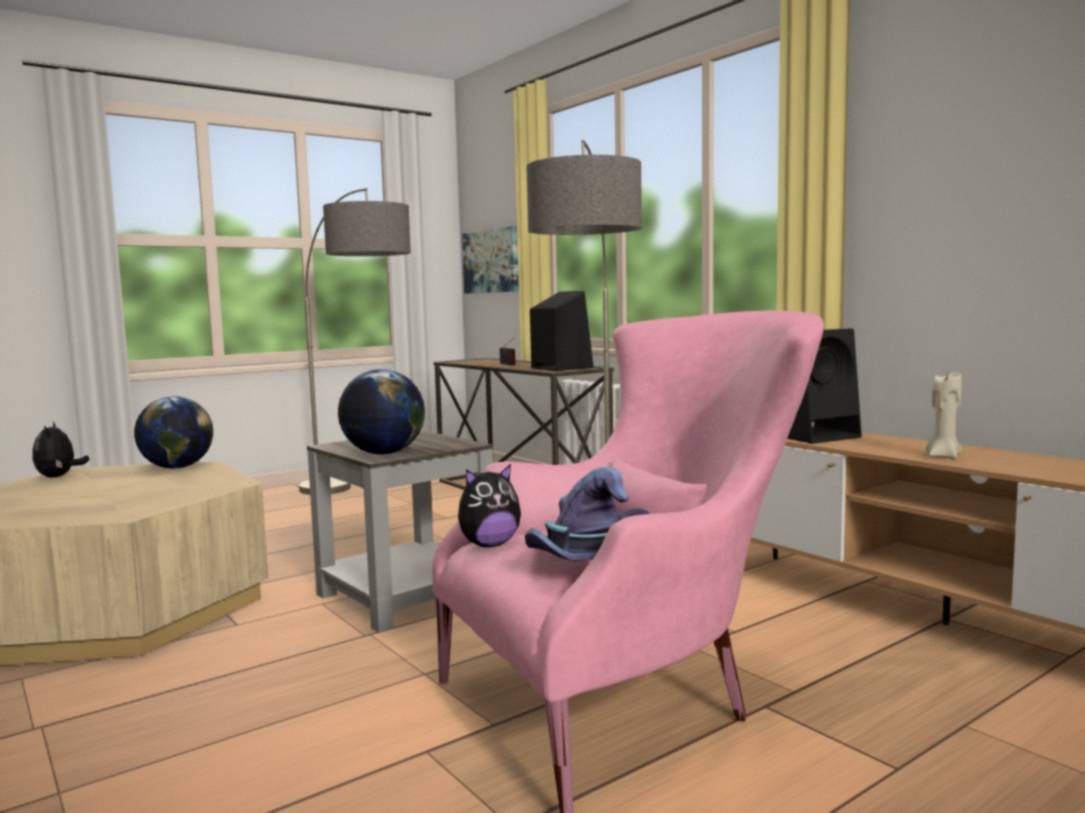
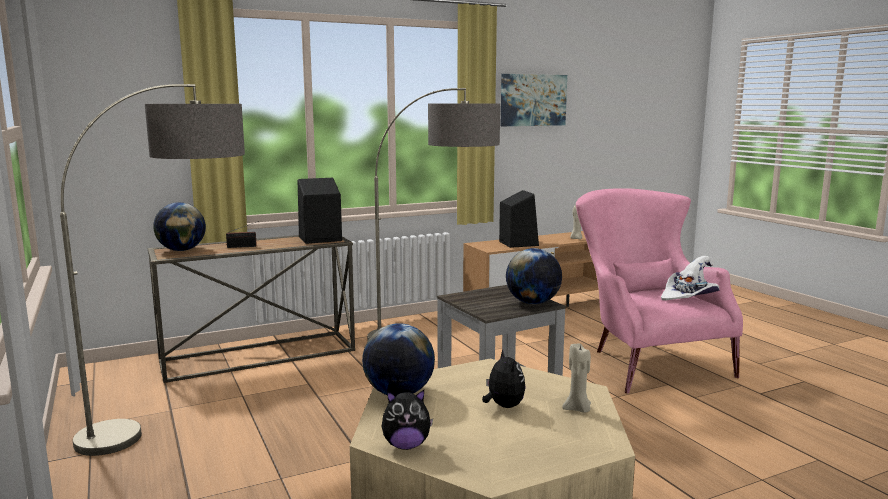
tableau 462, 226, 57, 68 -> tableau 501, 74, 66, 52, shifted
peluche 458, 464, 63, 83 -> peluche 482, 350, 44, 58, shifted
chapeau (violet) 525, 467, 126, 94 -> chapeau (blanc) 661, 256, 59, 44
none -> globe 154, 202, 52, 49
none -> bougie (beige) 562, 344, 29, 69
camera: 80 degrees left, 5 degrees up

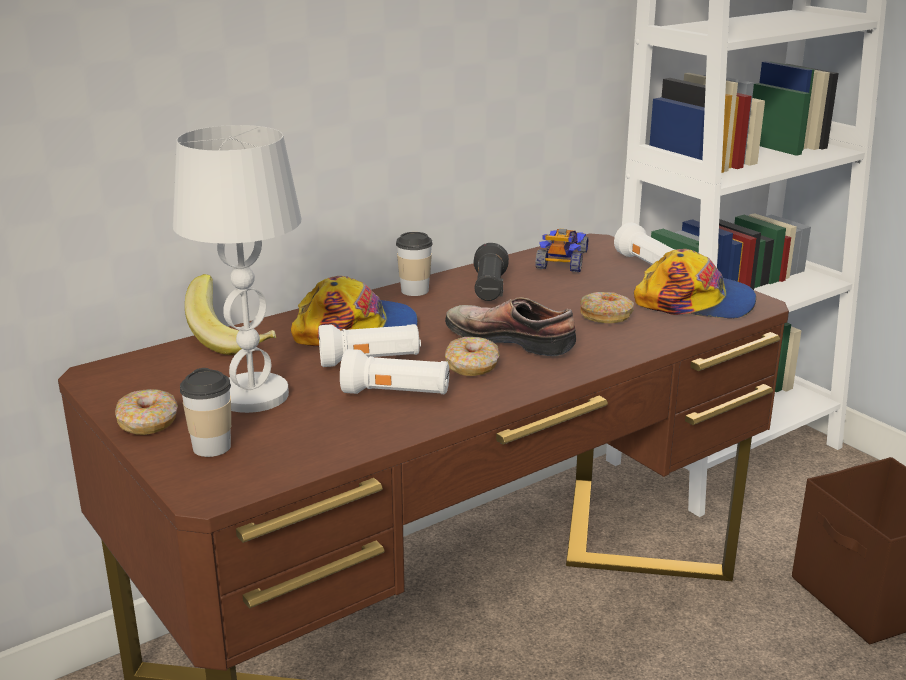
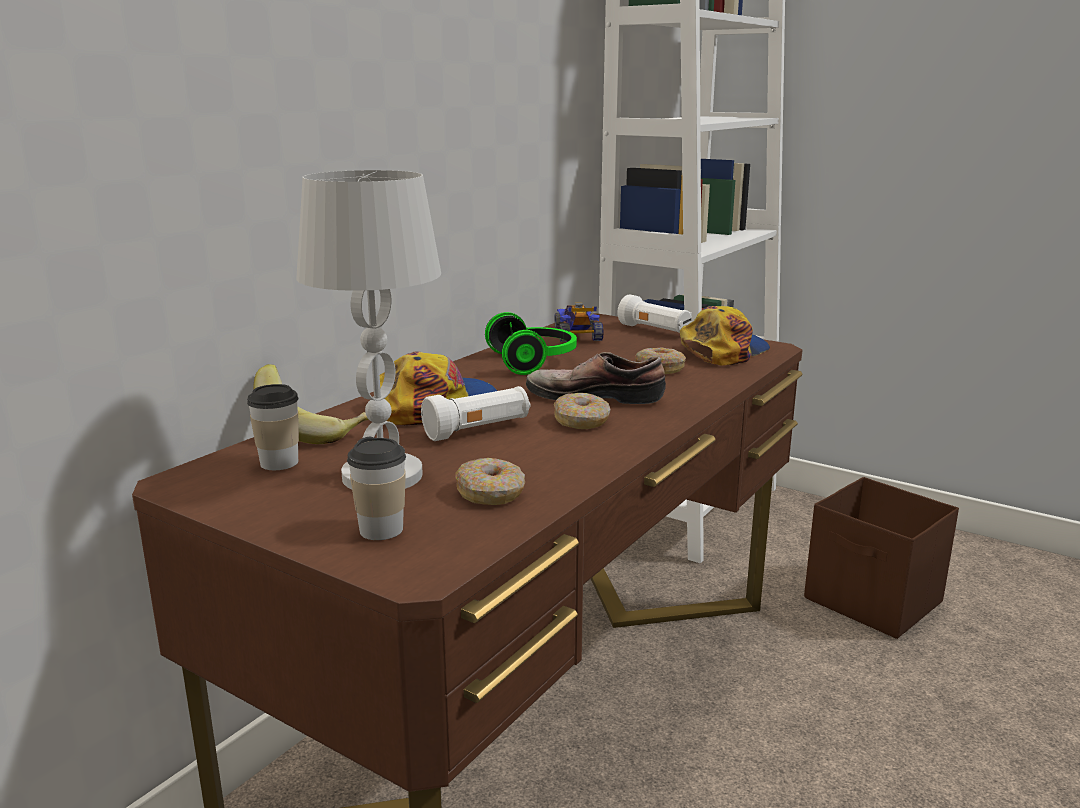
tasse 396, 232, 37, 64 -> tasse 247, 384, 52, 86, shifted
lampe de poche (noir) 474, 243, 35, 58 -> casque audio 485, 312, 92, 63
casquette 634, 249, 122, 70 -> casquette 680, 306, 90, 60, 45 degrees counterclockwise
lampe de poche (blanc) 340, 349, 109, 45 -> none
beignet 115, 389, 63, 46 -> beignet 455, 458, 70, 47, shifted
camera: 20 degrees left, 5 degrees down

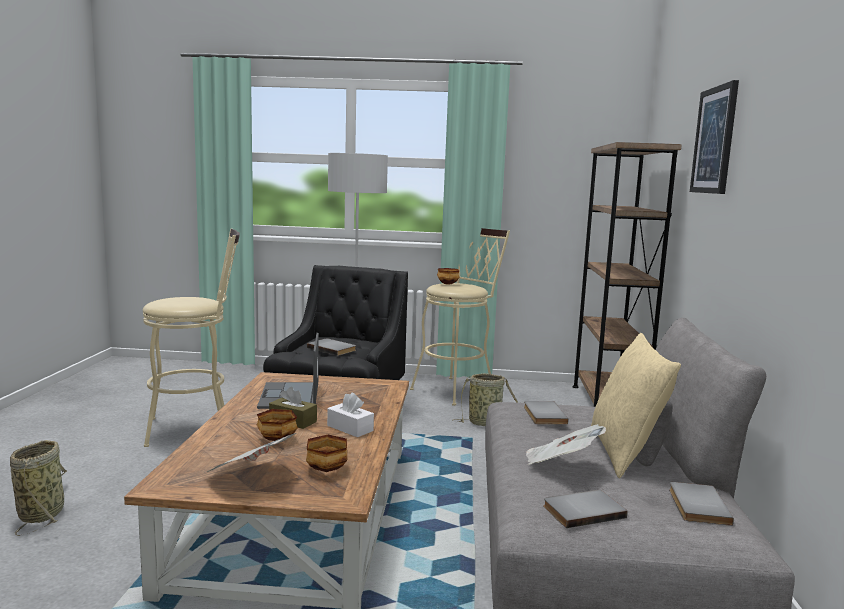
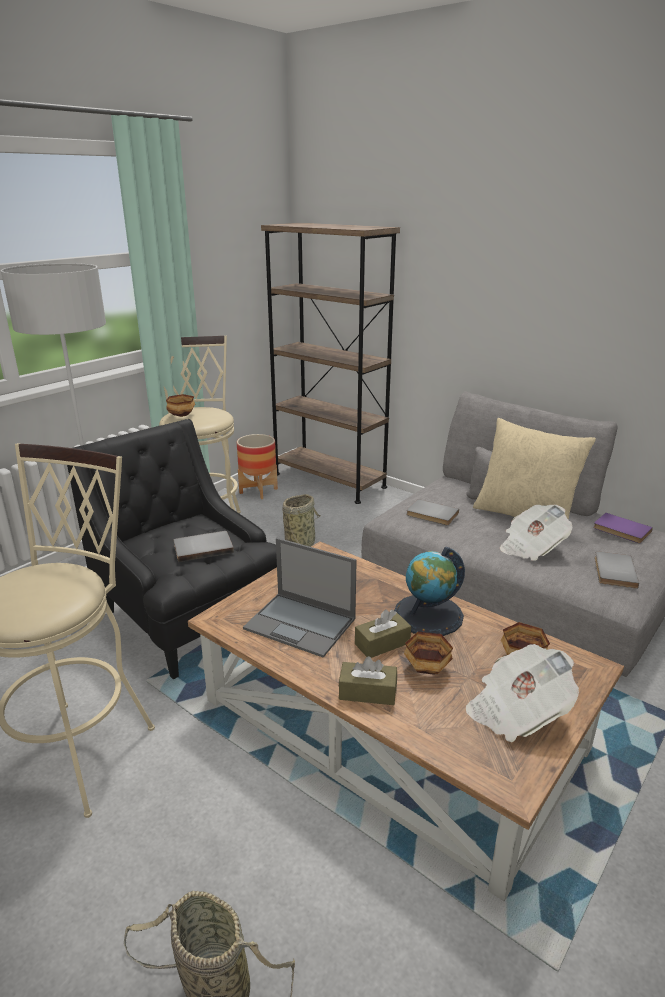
tableau 690, 80, 49, 114 -> none
boîte à mouchoirs (blanc) 327, 392, 47, 45 -> globe 394, 547, 71, 89
livre (gris) 669, 482, 65, 44 -> livre (violet) 593, 513, 60, 30
none -> cache-pot 237, 434, 41, 65
none -> boîte à mouchoirs (marron) 338, 656, 59, 49
camera: 55 degrees left, 15 degrees up

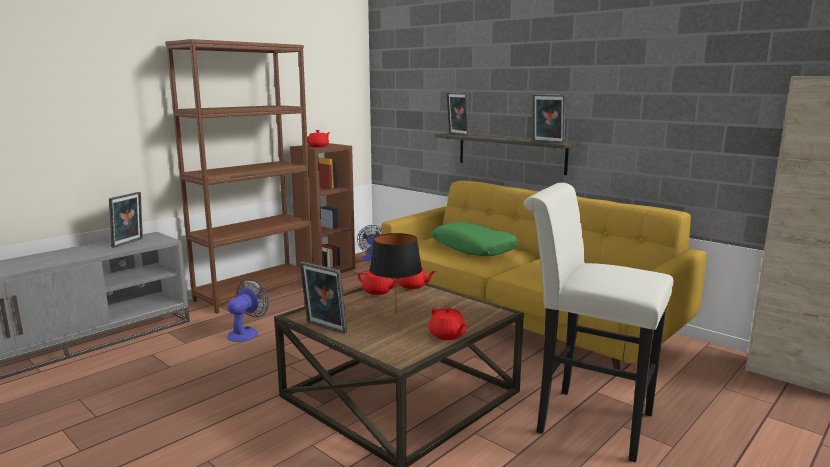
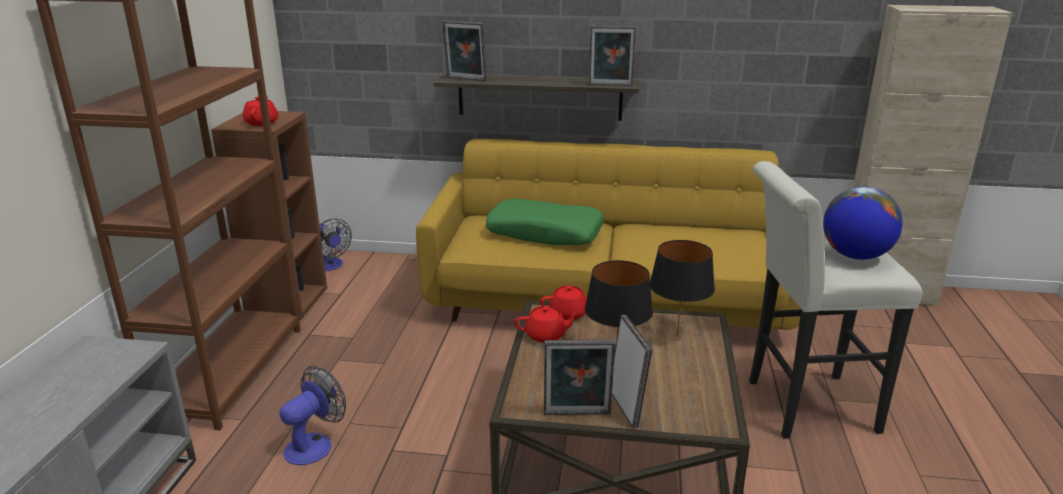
cadre photo 109, 192, 34, 56 -> cadre photo 612, 315, 41, 113, shifted
ventilateur 227, 279, 42, 63 -> ventilateur 279, 366, 67, 99, 45 degrees clockwise
théière (rouge) 429, 307, 37, 33 -> none
none -> globe 823, 187, 80, 73
none -> lampe de table (noir) 650, 240, 65, 97
camera: 35 degrees left, 10 degrees up

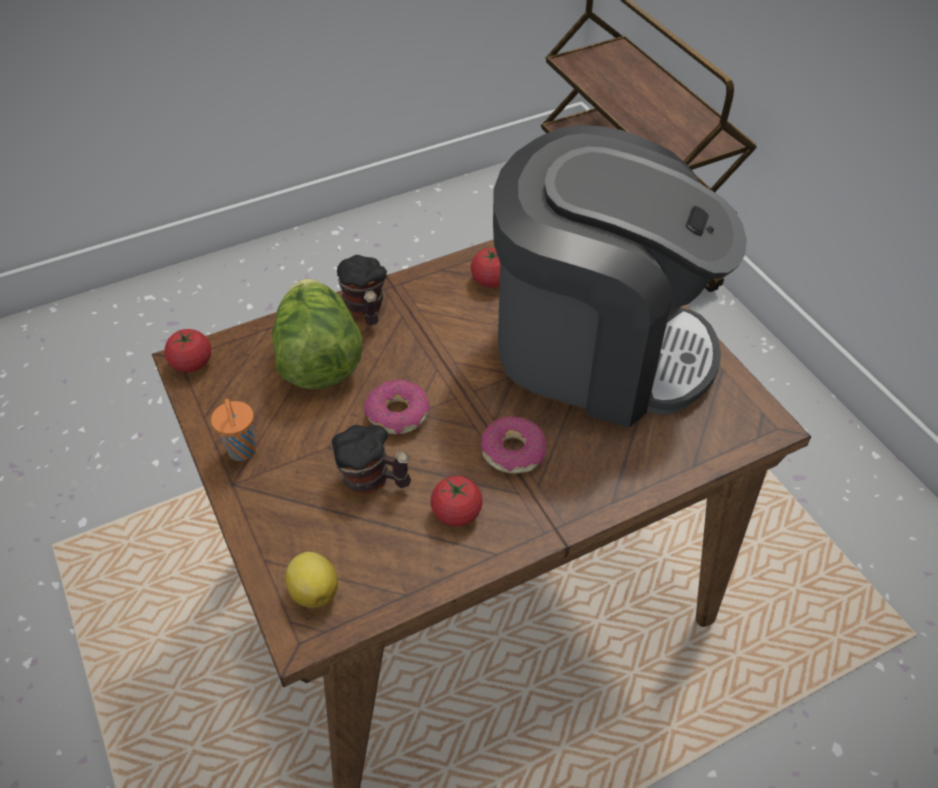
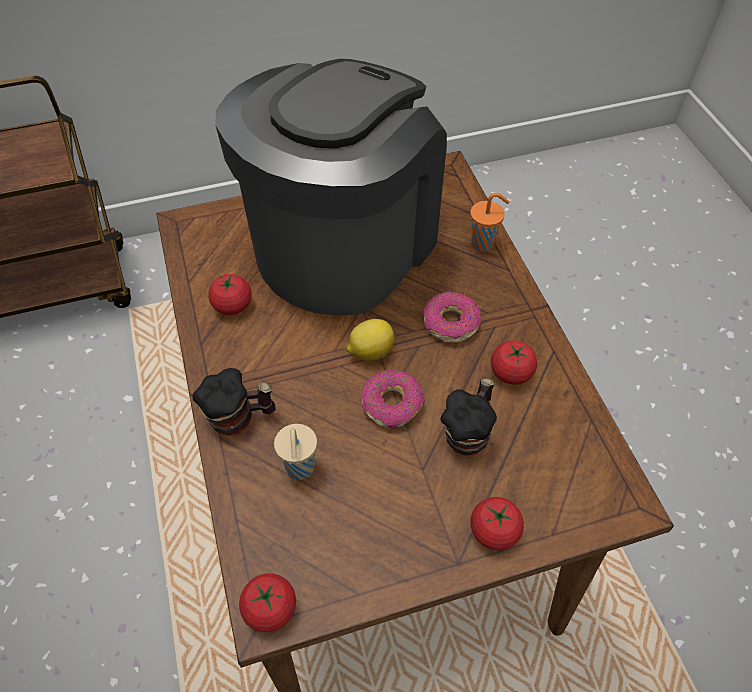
laitue 272, 279, 91, 110 -> tasse (beige) 274, 424, 43, 56
tasse (orange) 211, 399, 45, 62 -> tasse (orange) 470, 193, 40, 59, shifted
citron 285, 552, 53, 56 -> citron 347, 319, 48, 42, shifted
none -> tomate 470, 497, 54, 53
camera: 80 degrees left, 5 degrees up

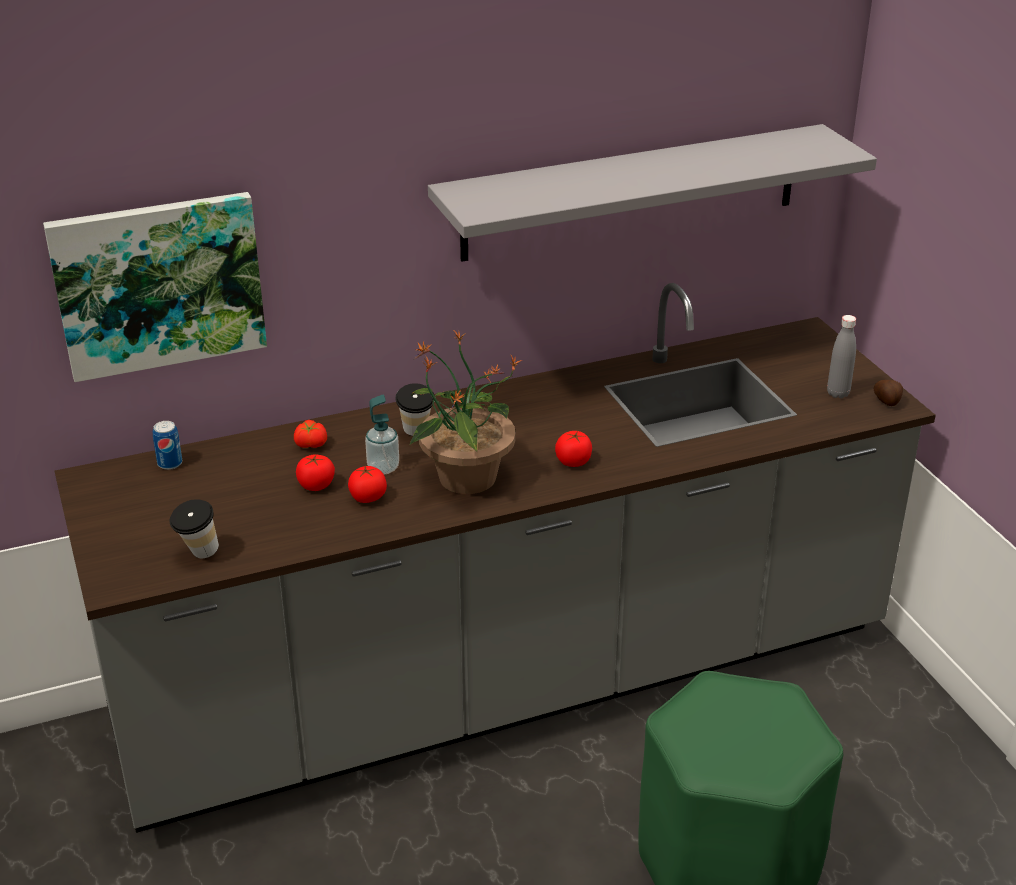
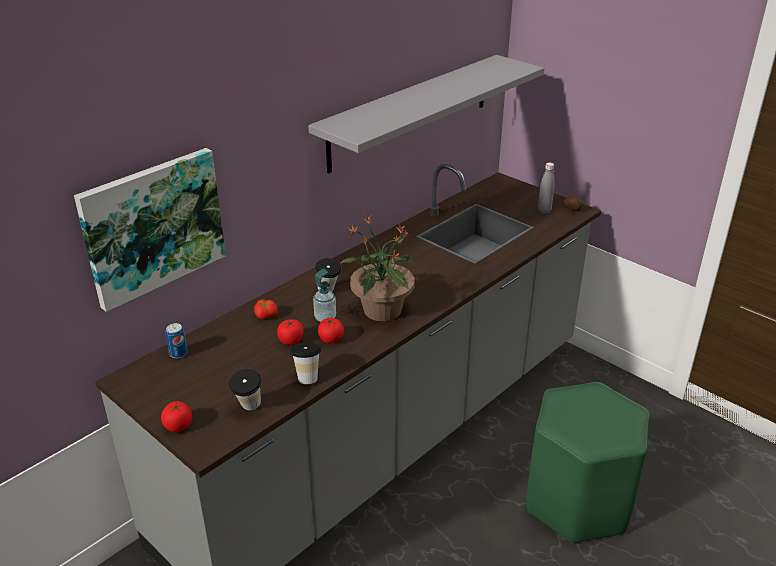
tomate 555, 431, 37, 36 -> tomate 161, 401, 31, 31, shifted
none -> tasse 290, 342, 31, 42
camera: 25 degrees left, 0 degrees up

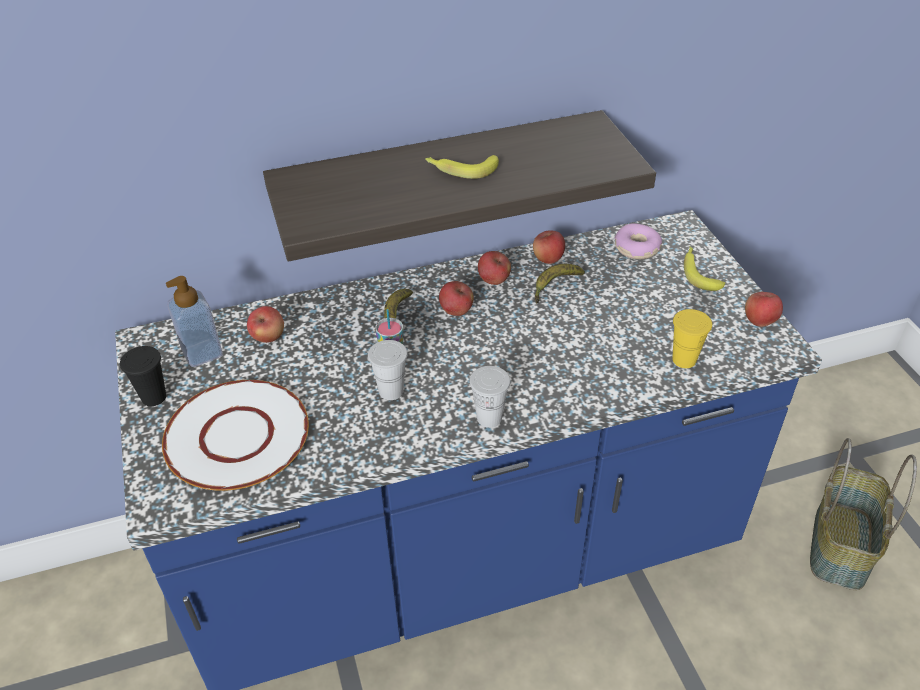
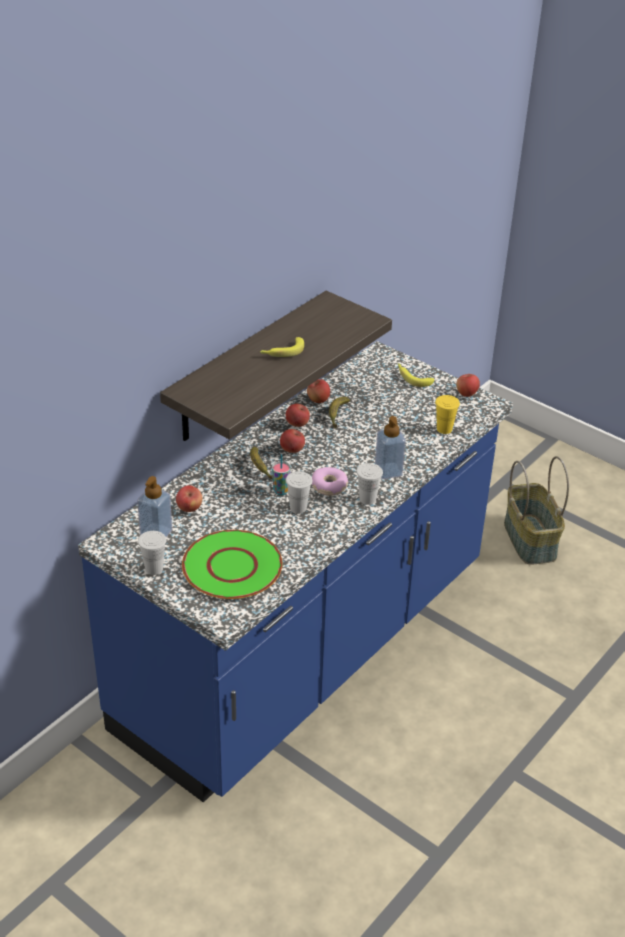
beignet 614, 223, 48, 36 -> beignet 312, 467, 36, 29, shifted
tasse (noir) 120, 346, 46, 60 -> tasse (blanc) 138, 531, 29, 44
assiette (blanc) 162, 380, 147, 111 -> assiette (vert) 182, 530, 100, 69
none -> distributeur de savon 375, 416, 31, 63
camera: 35 degrees left, 5 degrees down

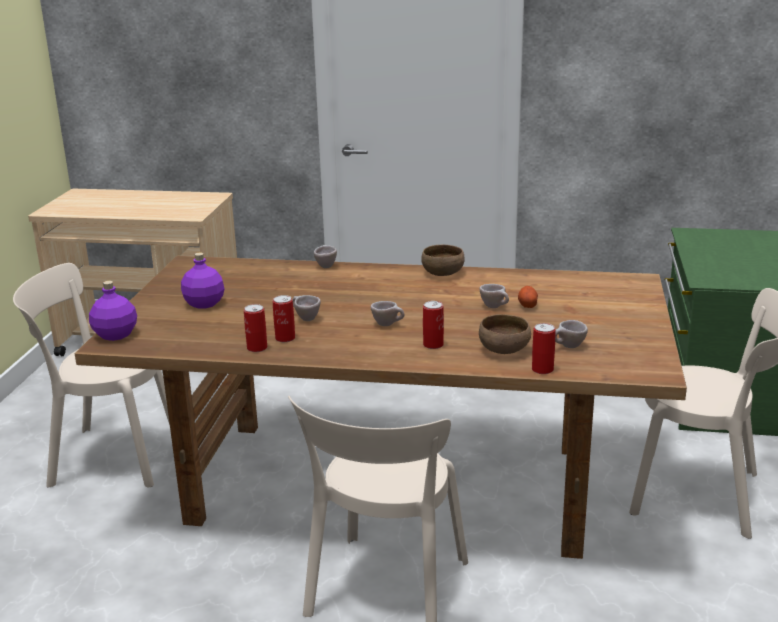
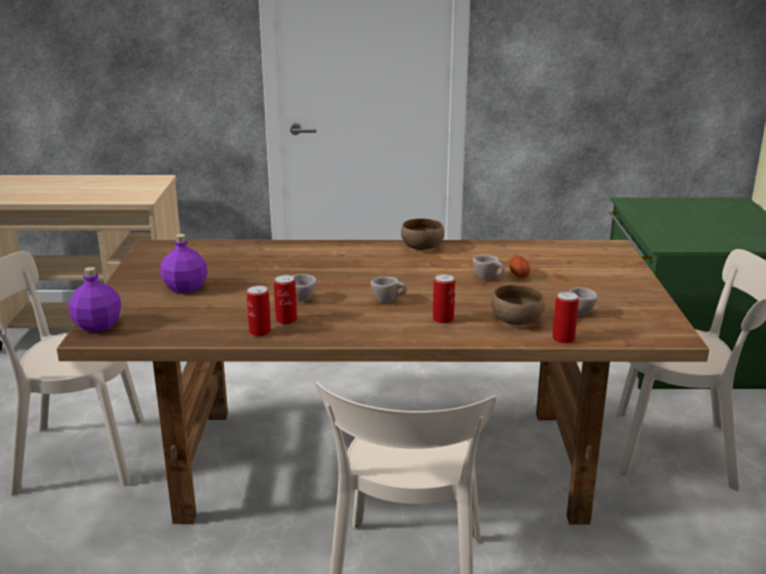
tasse (beige) 314, 245, 23, 23 -> none
camera: 10 degrees left, 0 degrees up

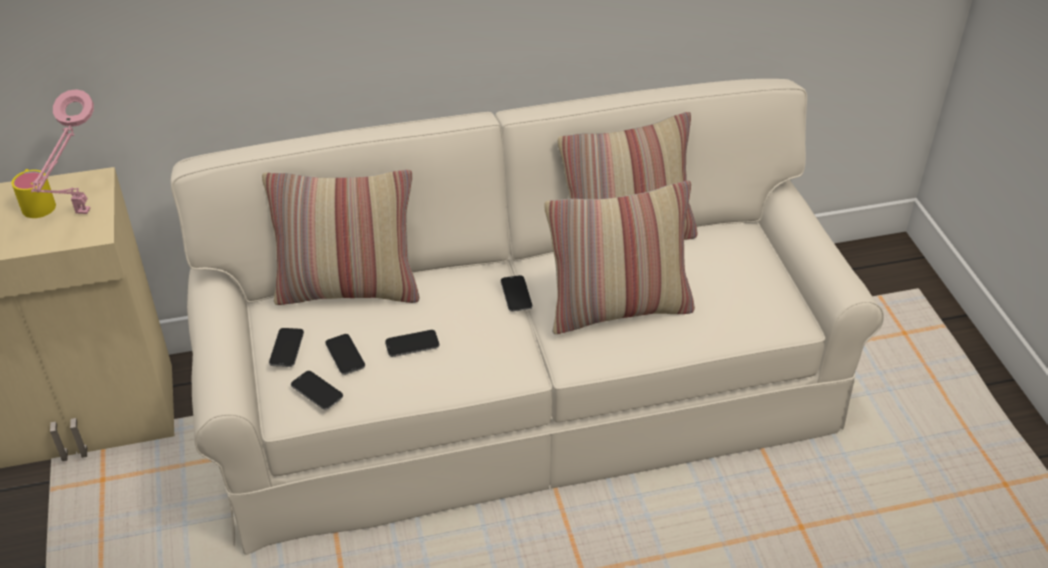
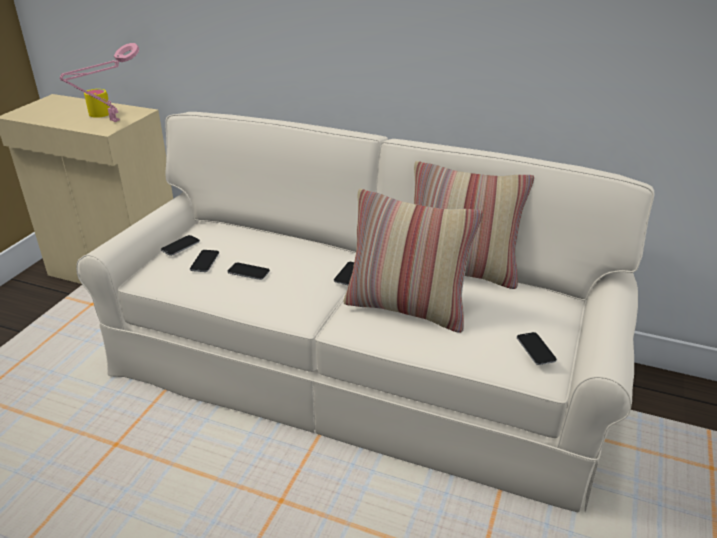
coussin 262, 170, 158, 135 -> none
téléphone 291, 371, 52, 39 -> téléphone 517, 332, 40, 33, shifted
camera: 35 degrees right, 10 degrees down

